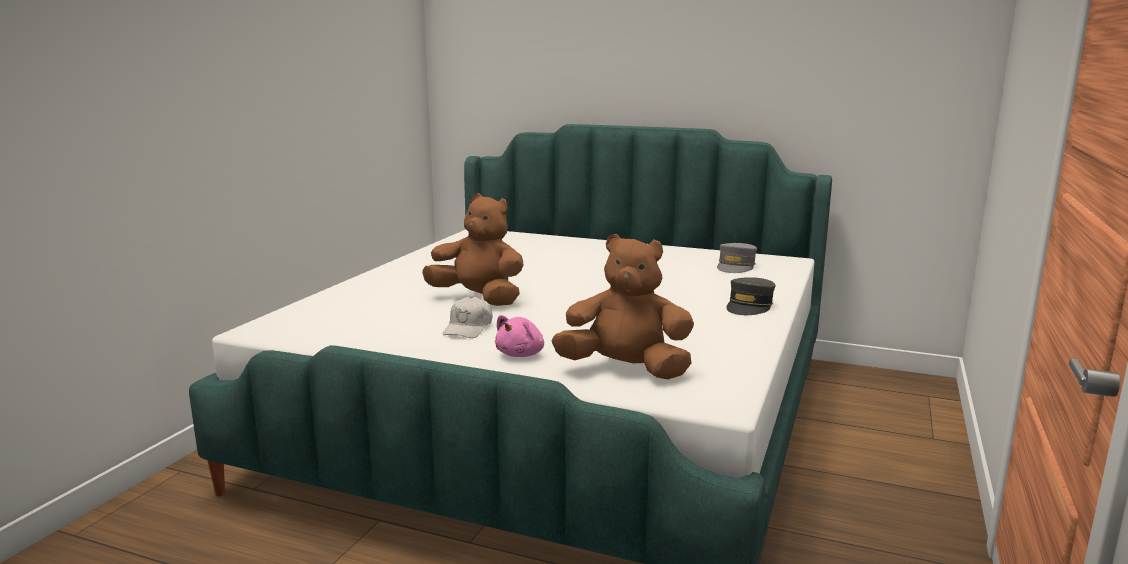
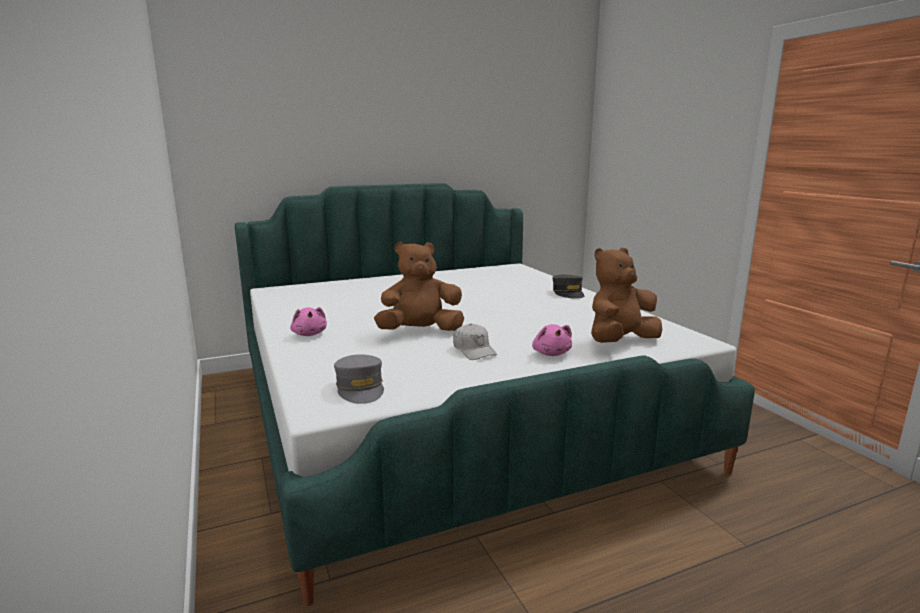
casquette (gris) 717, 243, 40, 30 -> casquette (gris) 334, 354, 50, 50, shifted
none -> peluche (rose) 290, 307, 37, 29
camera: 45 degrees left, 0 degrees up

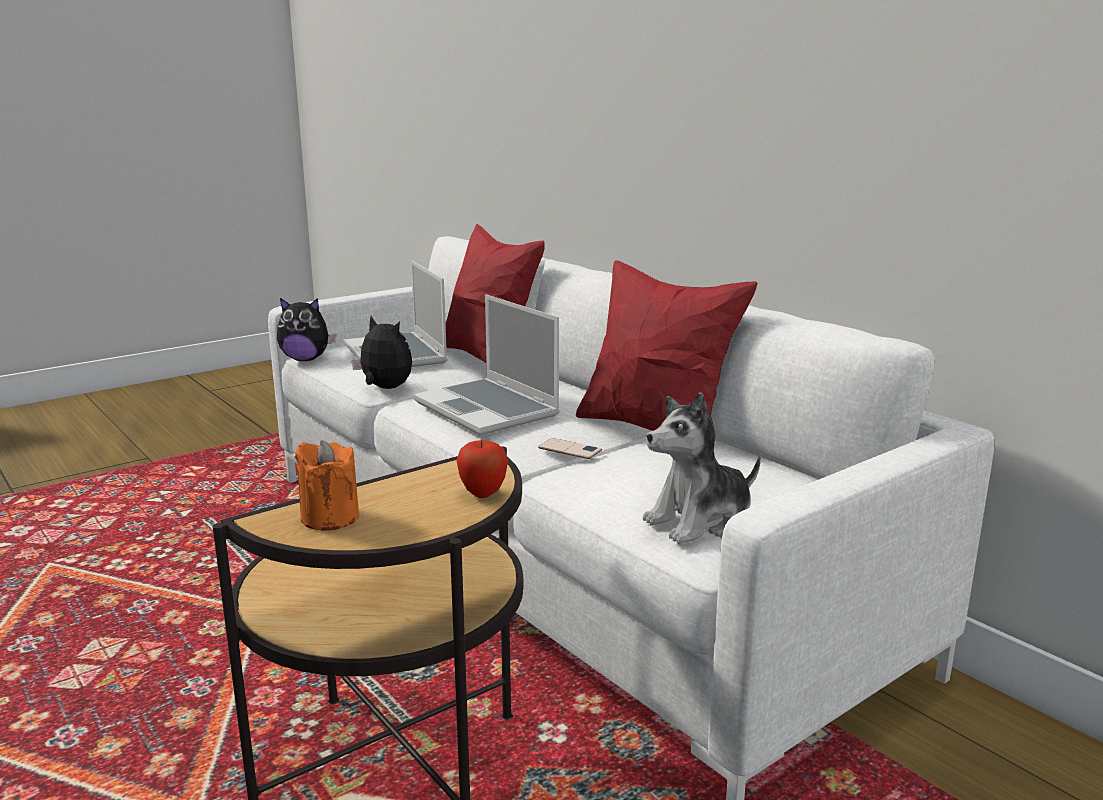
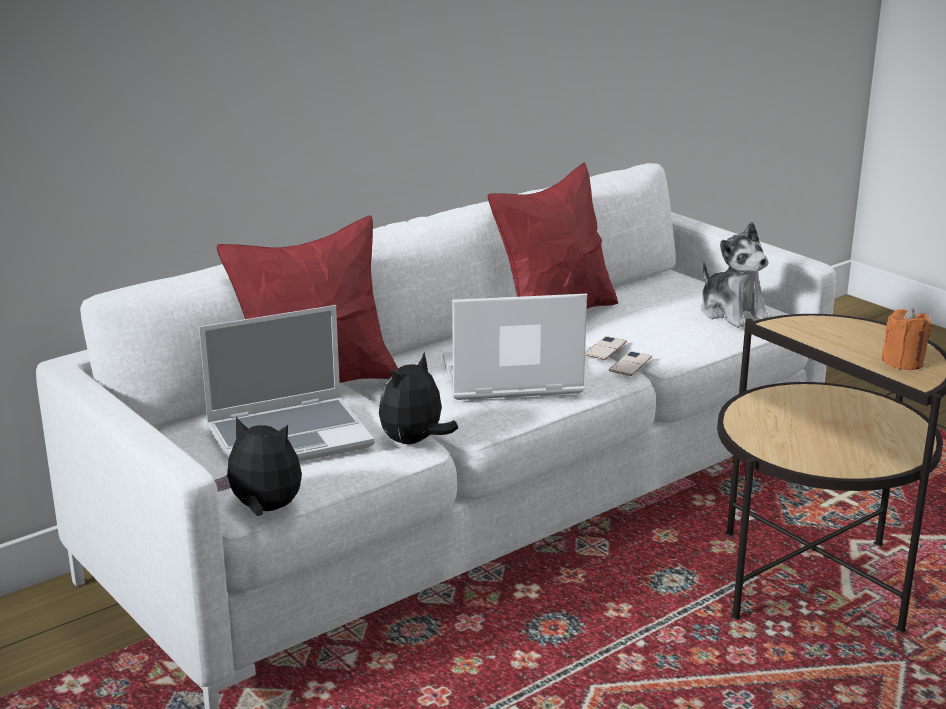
ordinateur portable 413, 294, 147, 141 -> ordinateur portable 443, 294, 144, 106, 150 degrees counterclockwise
peluche 277, 298, 59, 63 -> peluche 214, 417, 88, 99, 75 degrees counterclockwise
pomme 457, 440, 51, 58 -> none
none -> téléphone 609, 351, 43, 25
camera: 90 degrees left, 5 degrees up

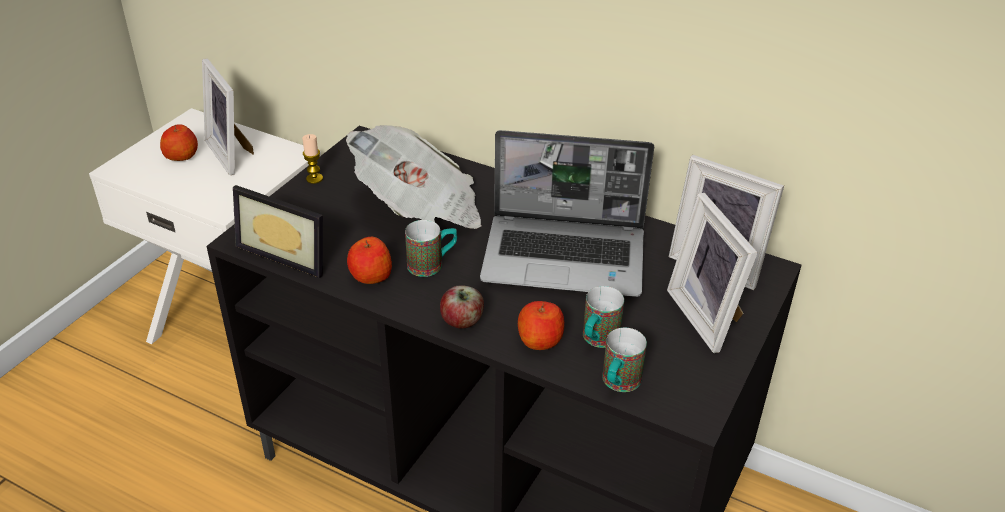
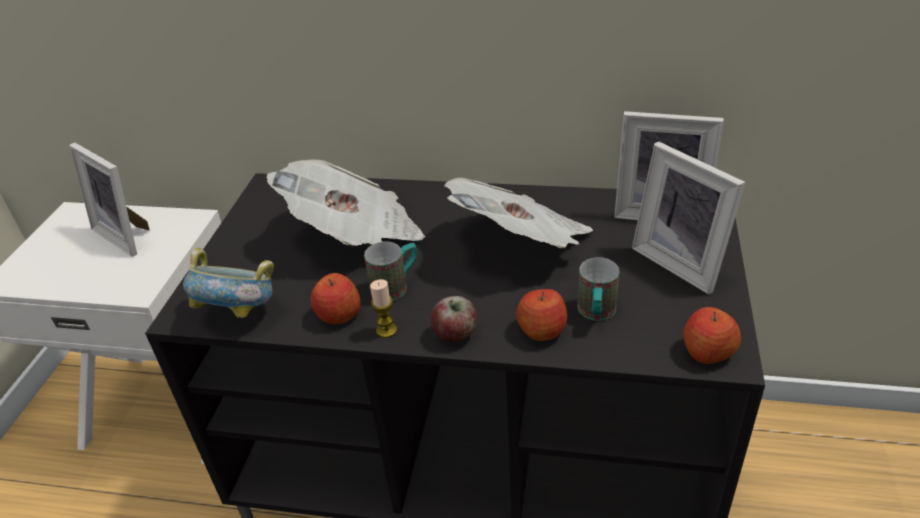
pomme 160, 124, 38, 37 -> pomme 683, 307, 58, 57, shifted
ordinateur portable 480, 130, 174, 167 -> journal 445, 178, 148, 70
bougie 302, 134, 21, 50 -> bougie 370, 279, 27, 59, shifted
cadre photo 233, 185, 90, 93 -> bol 183, 248, 91, 70
mug 602, 328, 45, 64 -> none
camera: 15 degrees left, 0 degrees up

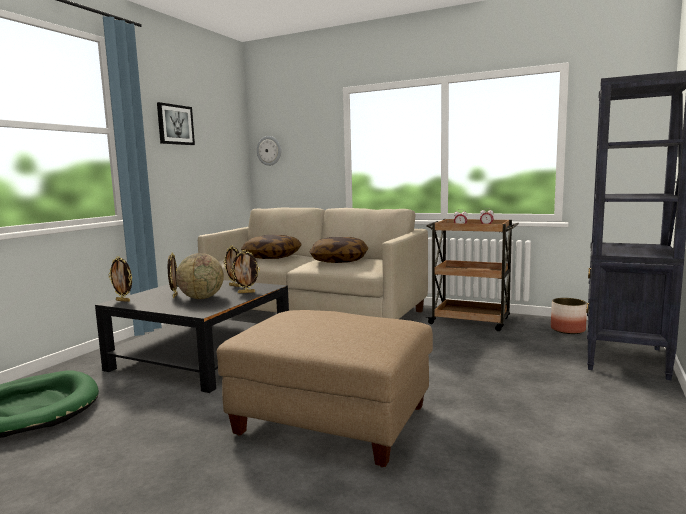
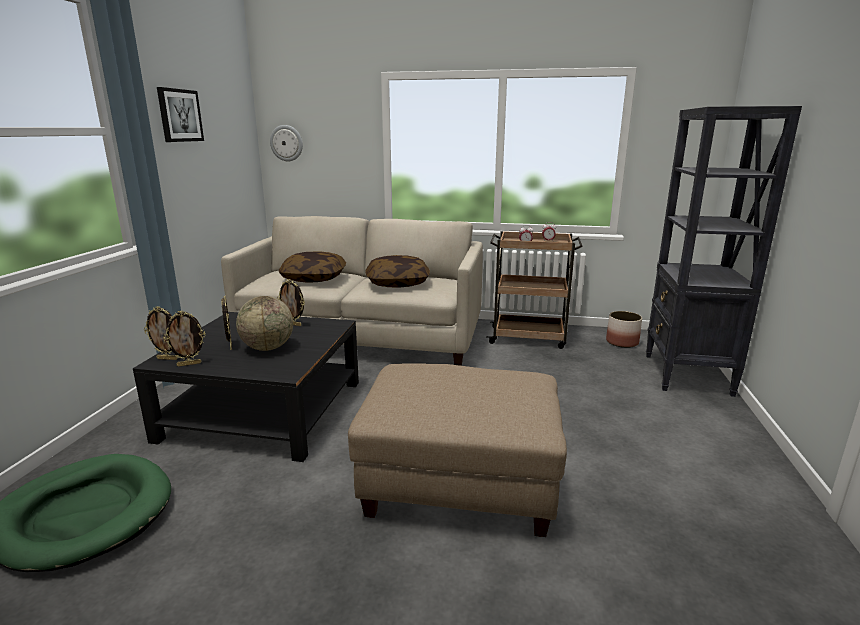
cadre photo 231, 250, 29, 43 -> cadre photo 163, 310, 43, 57, shifted
camera: 15 degrees left, 10 degrees up

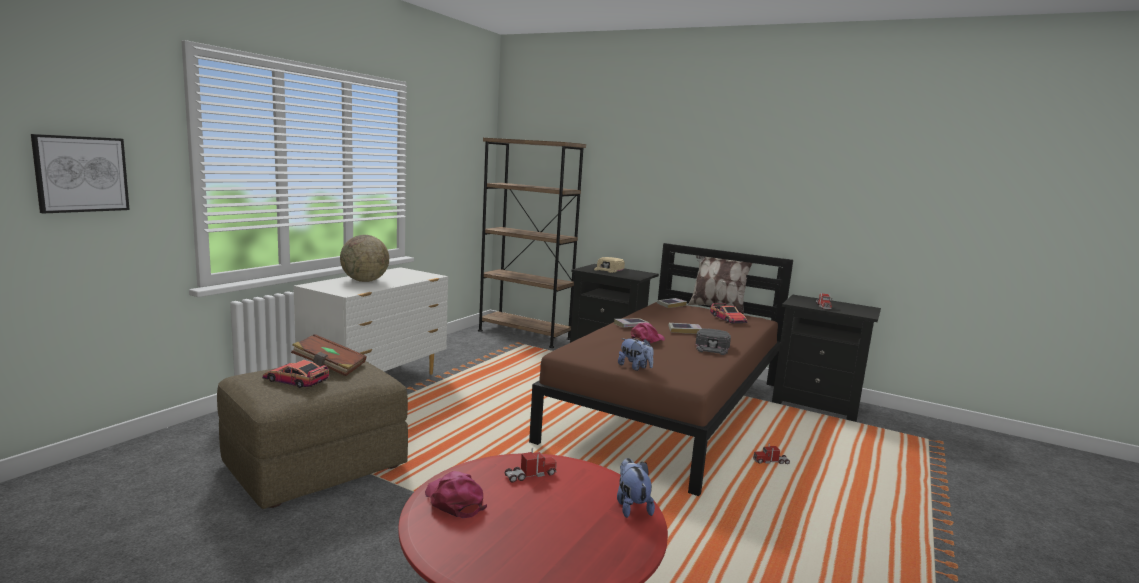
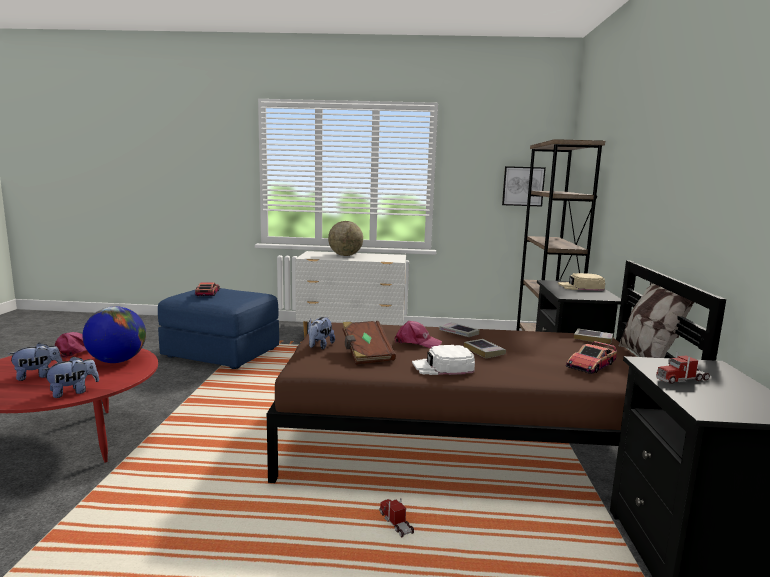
tableau 31, 134, 99, 80 -> tableau 502, 166, 44, 41, shifted
casquette (noir) 696, 328, 35, 27 -> casquette (blanc) 412, 345, 63, 30
livre (marron) 291, 334, 76, 42 -> livre (marron) 343, 321, 53, 44, shifted
pouf (marron) 217, 361, 191, 148 -> pouf (bleu) 158, 288, 121, 81
camion jouet 505, 447, 52, 35 -> globe 83, 306, 63, 57
none -> peluche 8, 343, 55, 38
camera: 65 degrees right, 0 degrees up

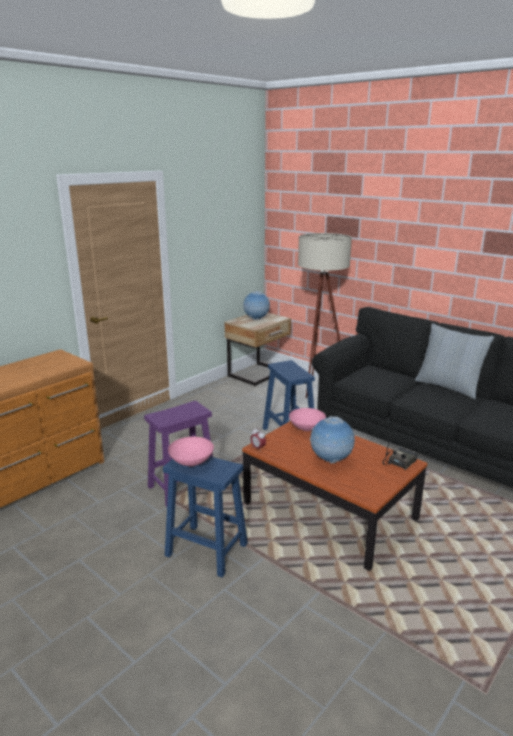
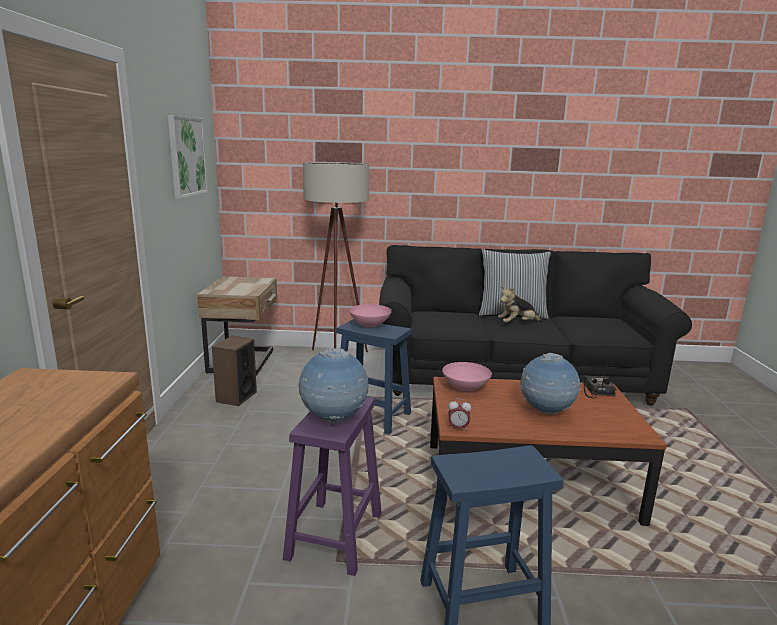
globe 243, 291, 27, 29 -> globe 298, 348, 71, 76, shifted
bol (rose) 168, 437, 46, 29 -> bol (rose) 349, 304, 43, 24, shifted
none -> tableau 168, 115, 40, 84
none -> peluche 498, 286, 44, 36
none -> enceinte 212, 336, 45, 70
camera: 40 degrees left, 5 degrees down

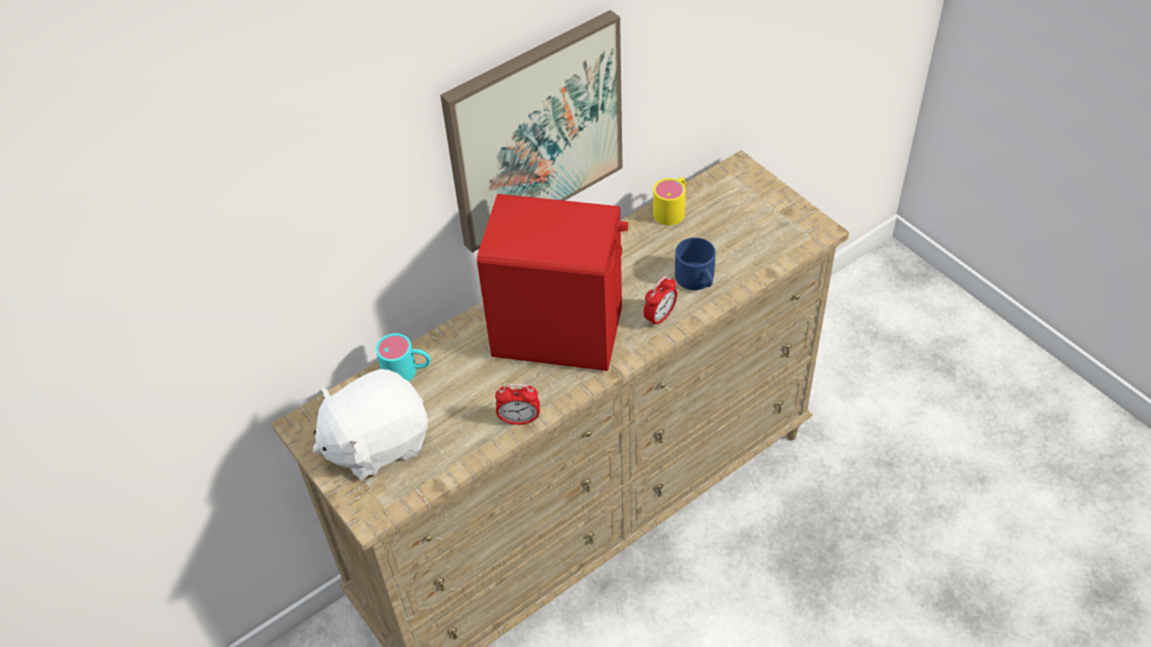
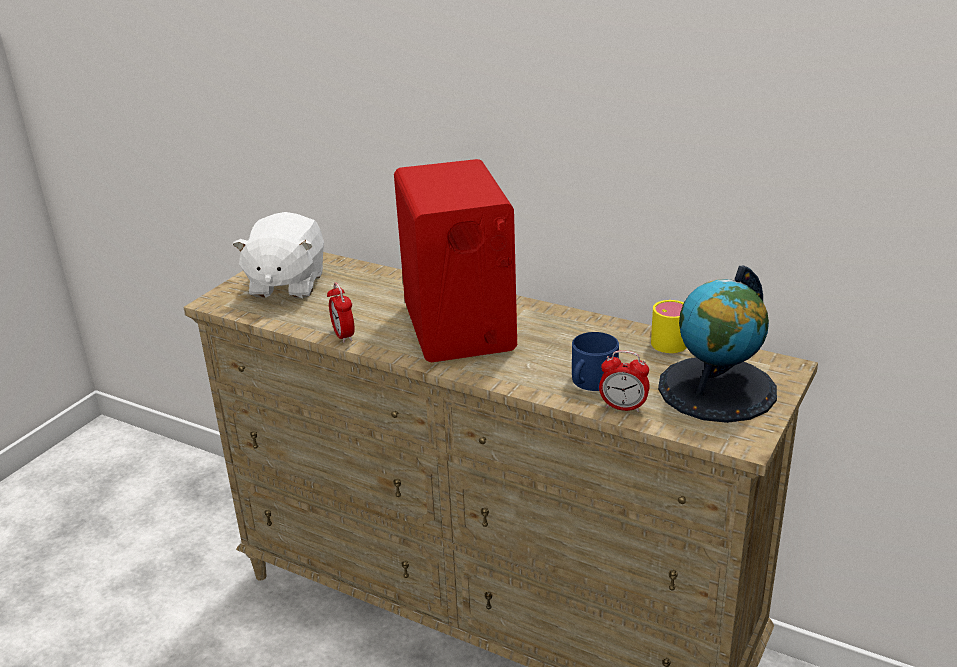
tableau 440, 10, 183, 243 -> none
réveil 644, 276, 33, 51 -> réveil 599, 350, 51, 62, shifted
mug (turquoise) 376, 333, 55, 48 -> none
peluche (blanc) 313, 369, 115, 112 -> peluche (blanc) 232, 212, 92, 86, 120 degrees counterclockwise
none -> globe 658, 266, 119, 157
camera: 65 degrees right, 20 degrees down

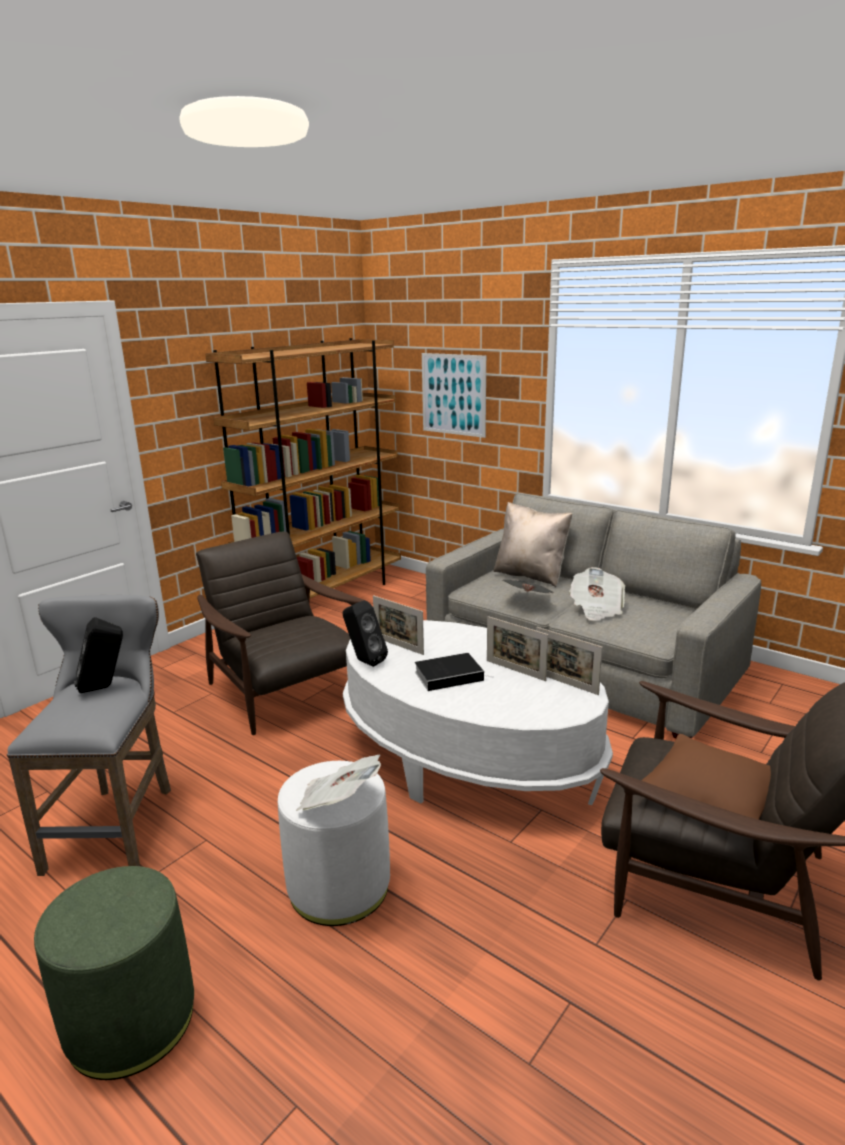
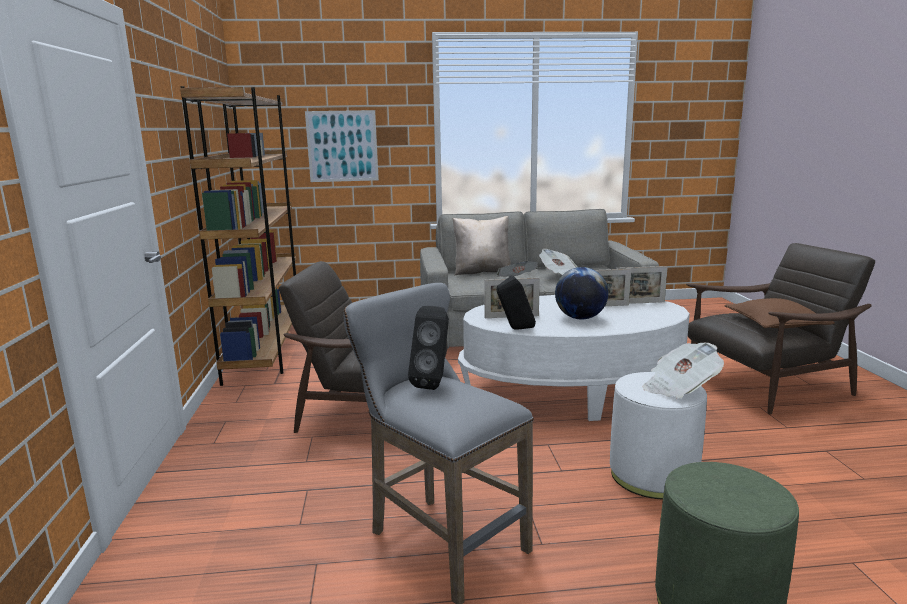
livre 415, 653, 73, 38 -> globe 555, 267, 53, 52
camera: 45 degrees left, 5 degrees down

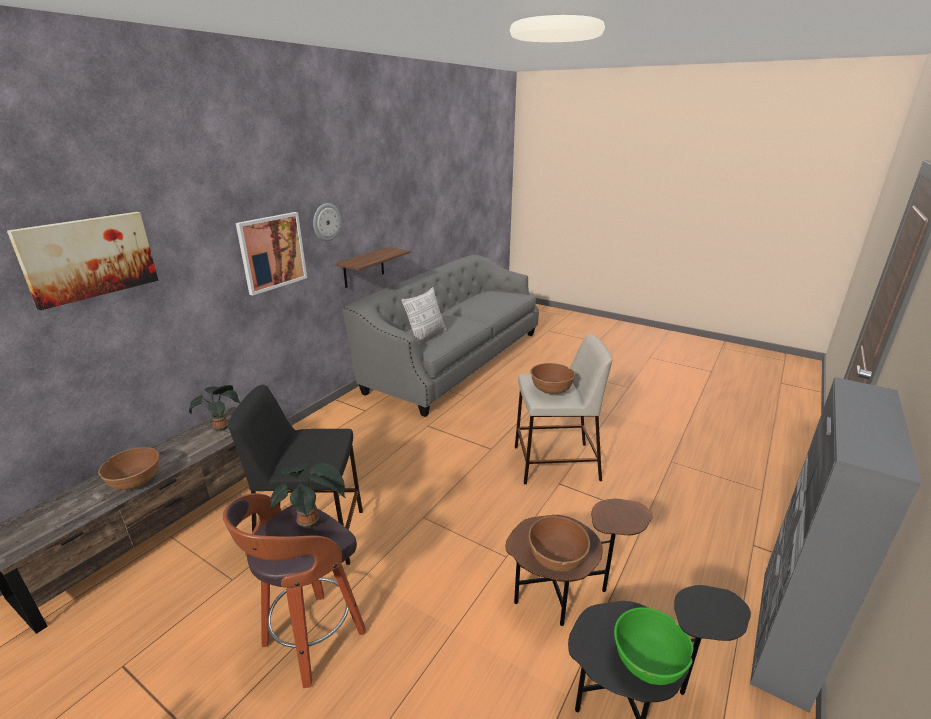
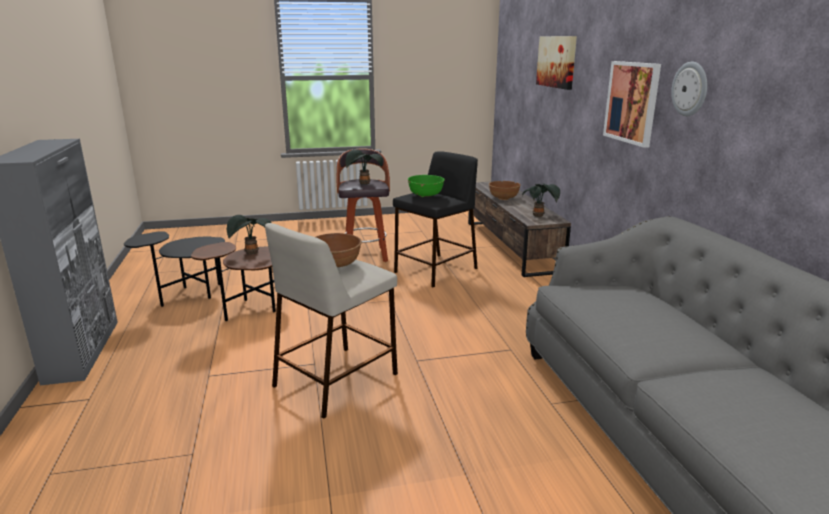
étagère 335, 247, 76, 41 -> none
coussin 401, 287, 46, 57 -> none
bol (marron) 529, 516, 61, 56 -> plante en pot 227, 215, 44, 39
bol (vert) 614, 607, 79, 78 -> bol (vert) 408, 175, 37, 22, shifted
camera: 135 degrees right, 5 degrees down

